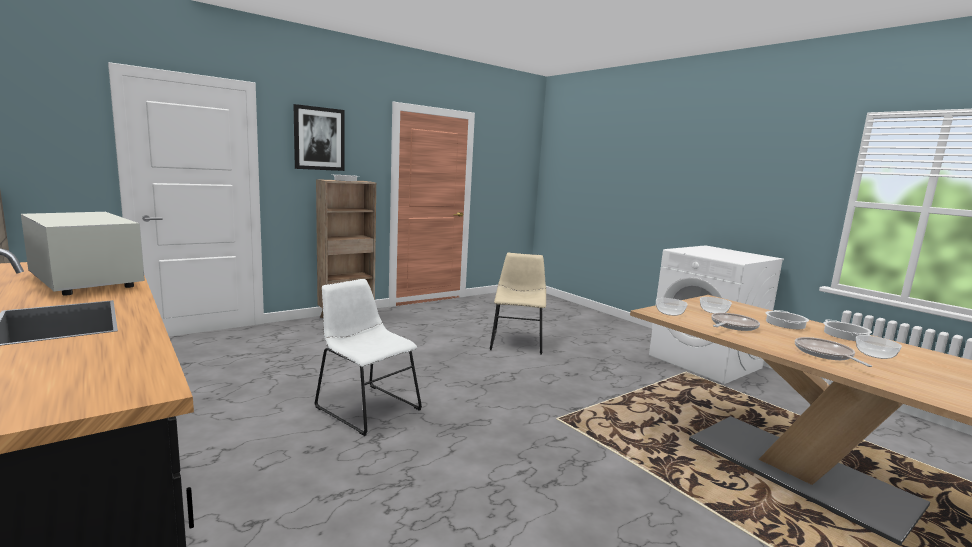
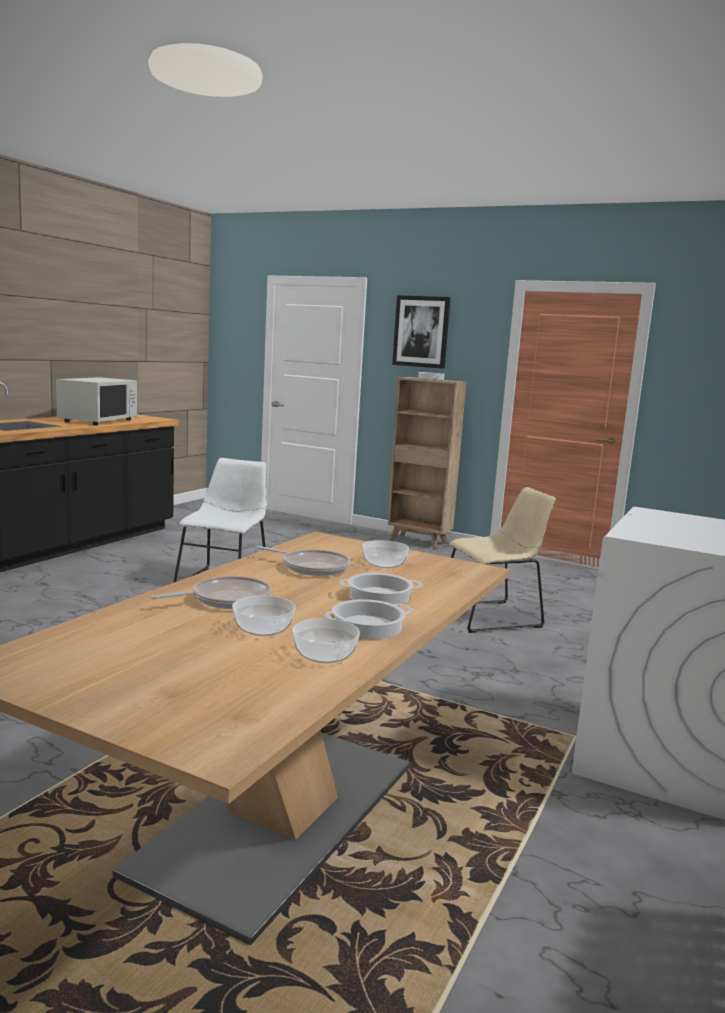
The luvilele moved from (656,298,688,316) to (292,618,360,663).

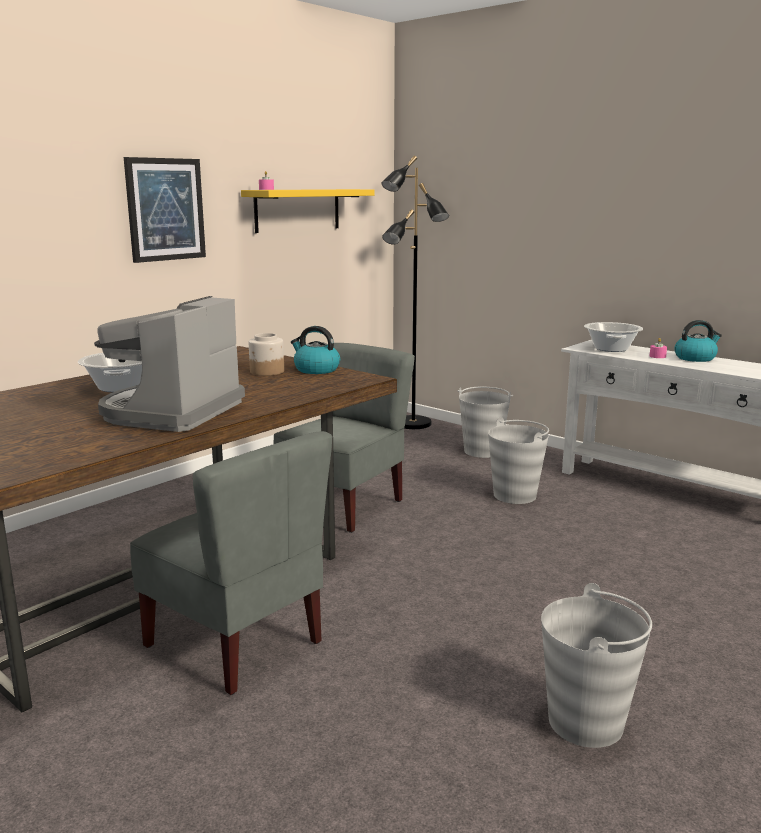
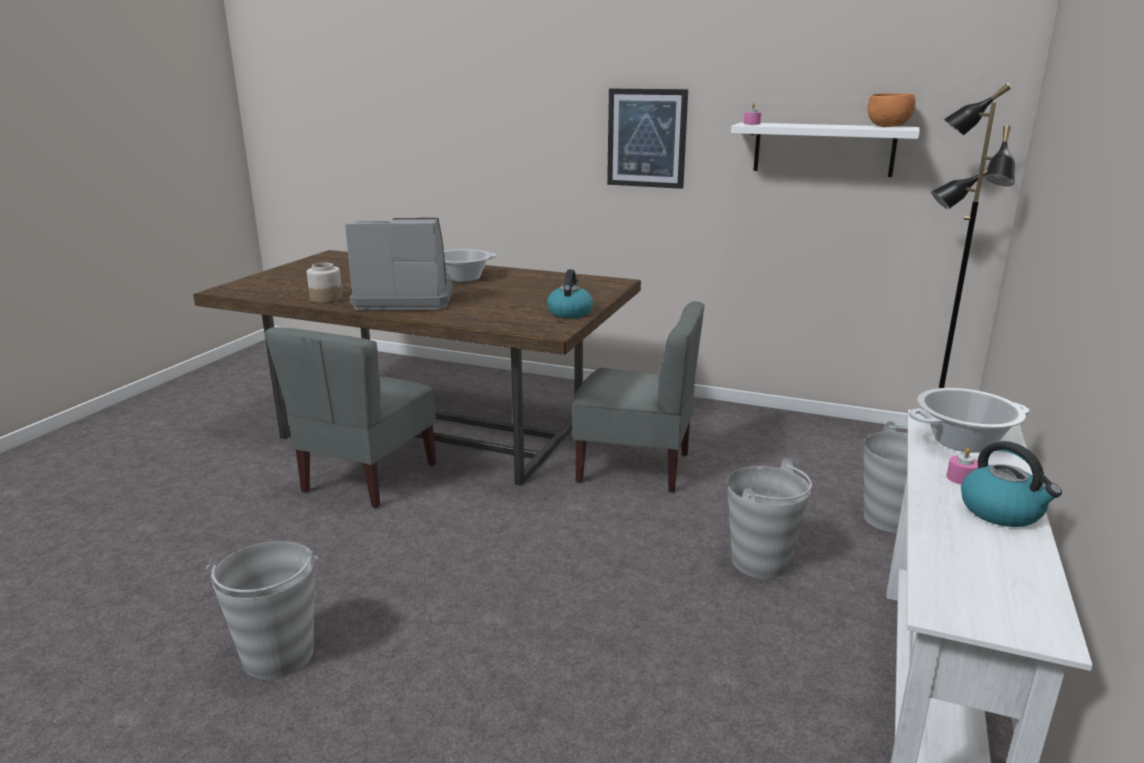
The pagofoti moved from (249,333,284,376) to (307,263,343,303).
The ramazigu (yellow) at (241,189,374,233) became the ramazigu (white) at (731,122,920,177).
The luvilele (orange) at (868,93,916,127) appeared.

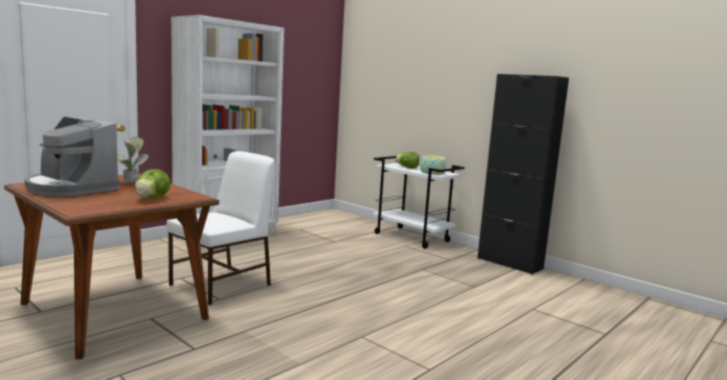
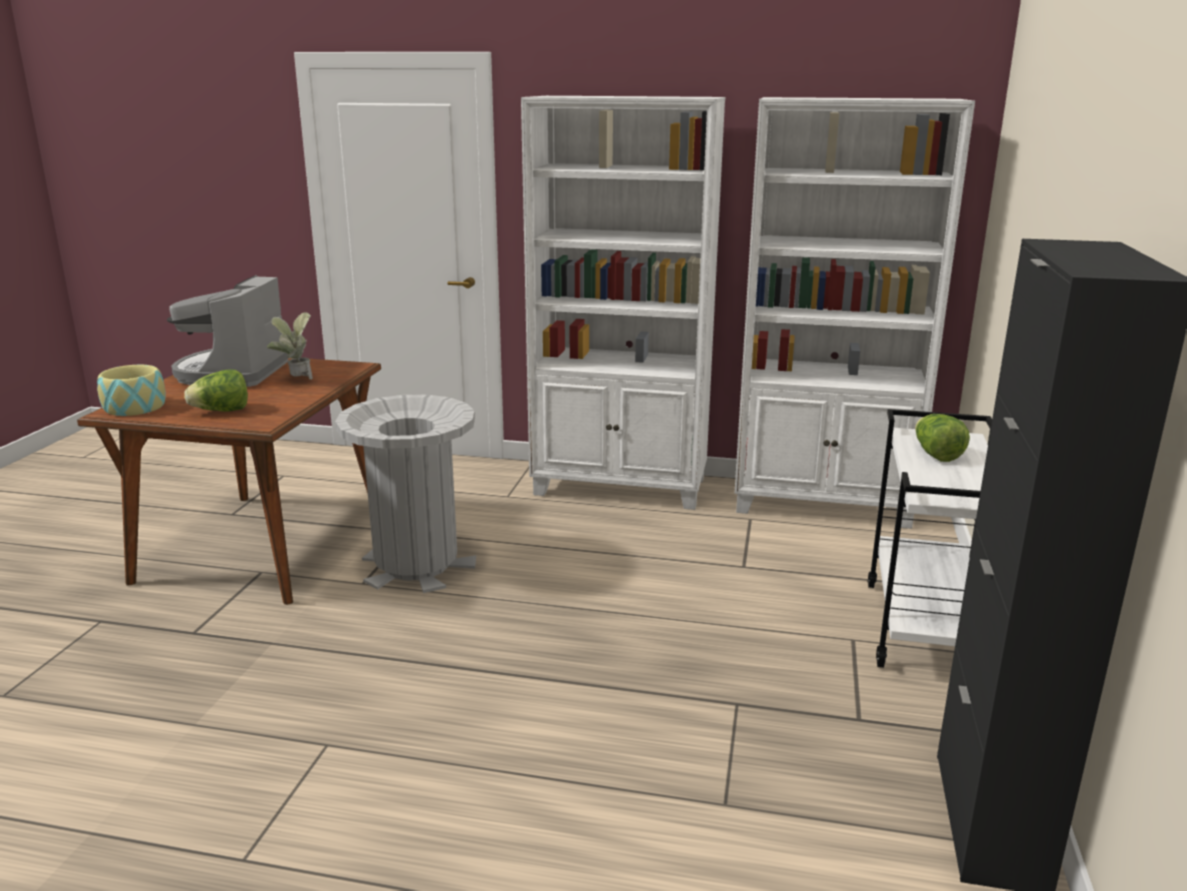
The luvilele moved from (420,156,446,175) to (97,365,166,416).
The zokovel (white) at (167,151,274,305) was replaced by the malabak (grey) at (335,395,476,593).
The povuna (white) at (734,97,975,529) appeared.

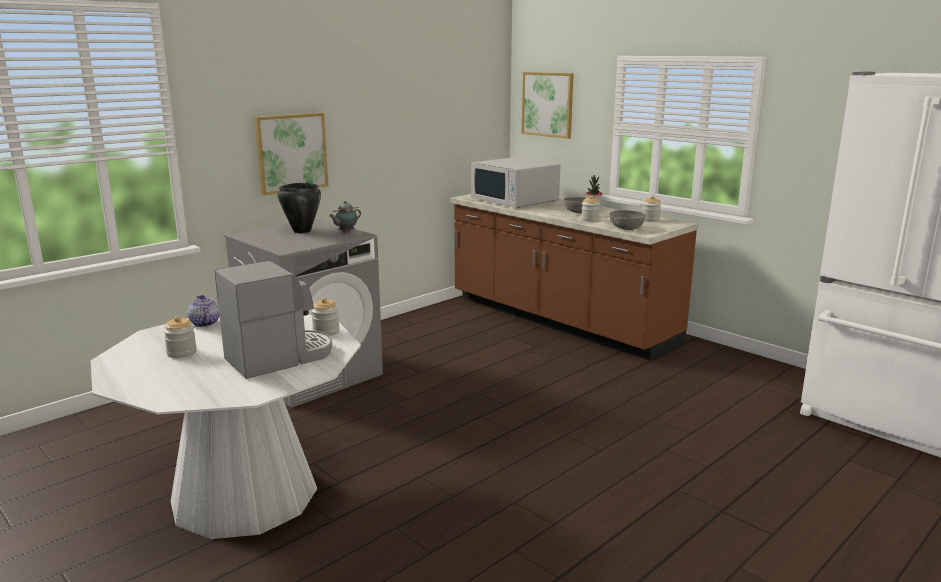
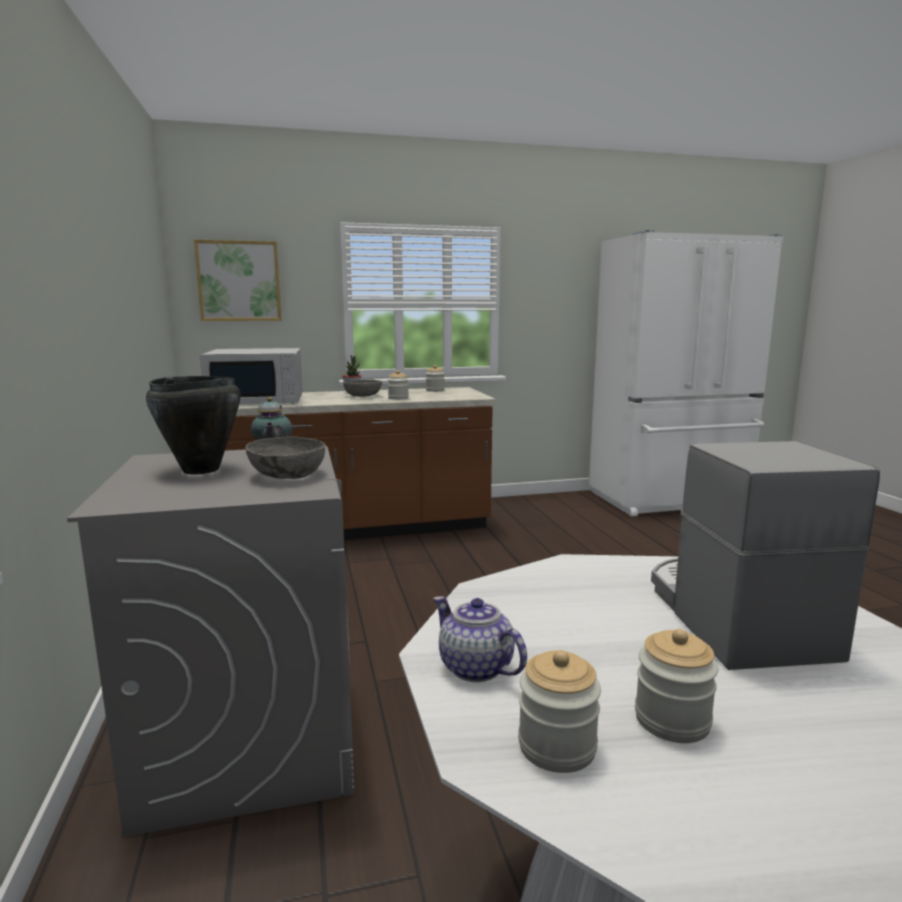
The luvilele (grey) moved from (609,210,646,230) to (246,437,325,479).
The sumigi at (187,295,220,327) turned 45 degrees clockwise.
The pagofoti moved from (311,298,340,336) to (518,650,601,773).
The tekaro at (254,113,328,195) disappeared.

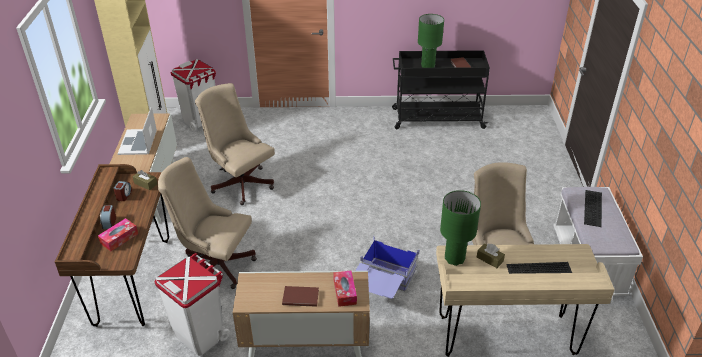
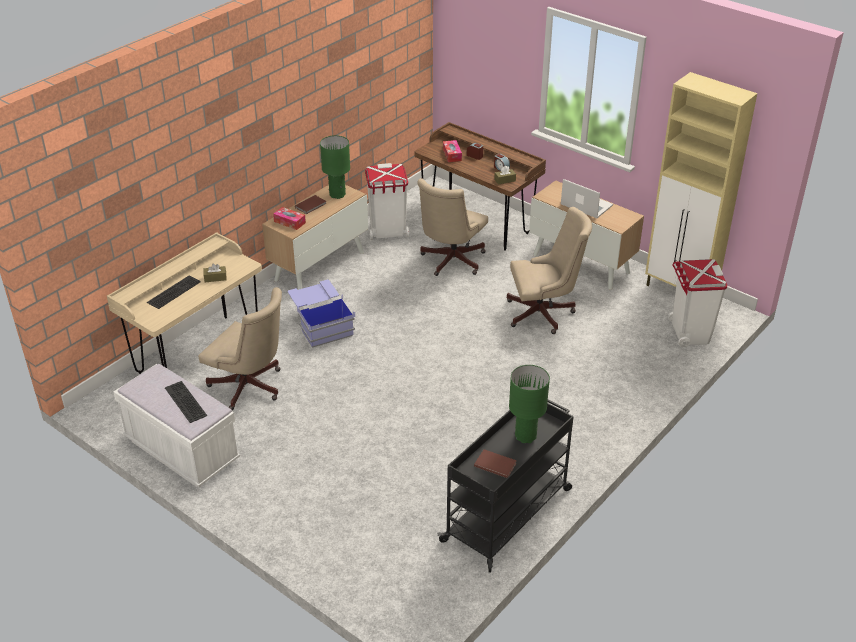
The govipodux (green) moved from (440,190,481,266) to (320,135,350,199).
The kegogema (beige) at (158,157,257,289) turned 150 degrees clockwise.

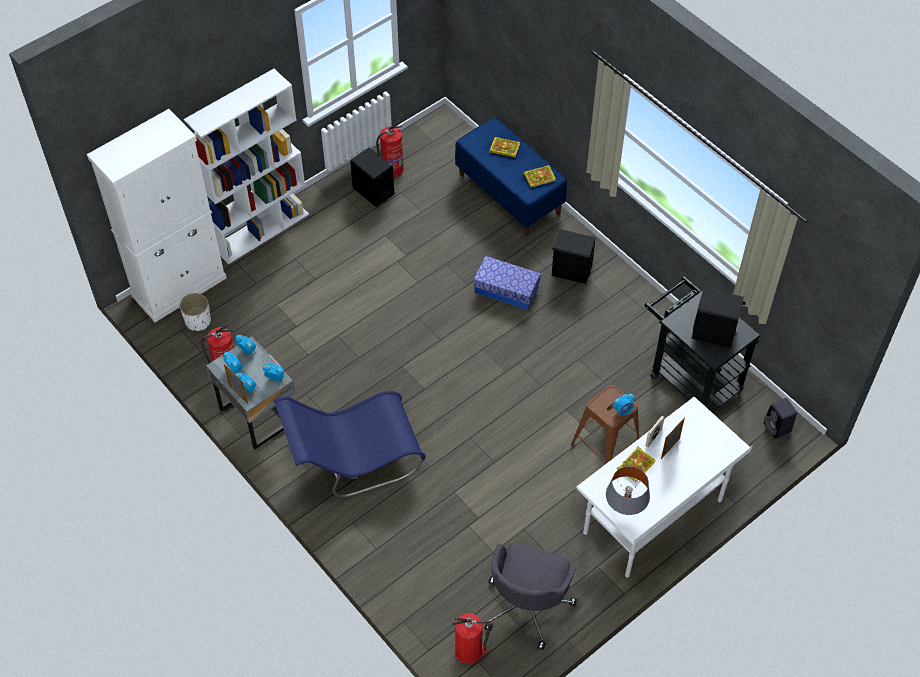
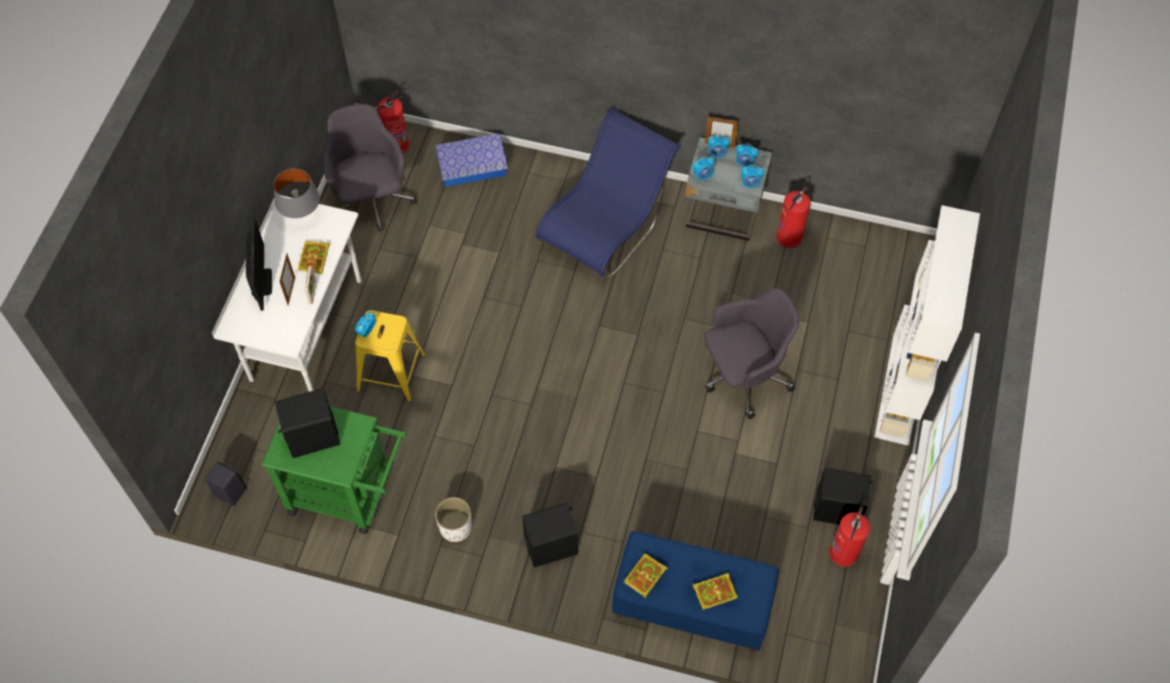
The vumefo at (246,218,272,311) appeared.
The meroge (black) at (645,276,761,413) became the meroge (green) at (261,396,407,534).
The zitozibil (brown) at (571,385,640,464) became the zitozibil (yellow) at (355,310,425,402).
The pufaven moved from (473,256,541,310) to (435,134,507,187).
The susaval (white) moved from (180,293,211,331) to (435,497,472,542).
The kegogema (grey) at (704,287,799,419) appeared.
The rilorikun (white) at (87,109,227,322) disappeared.

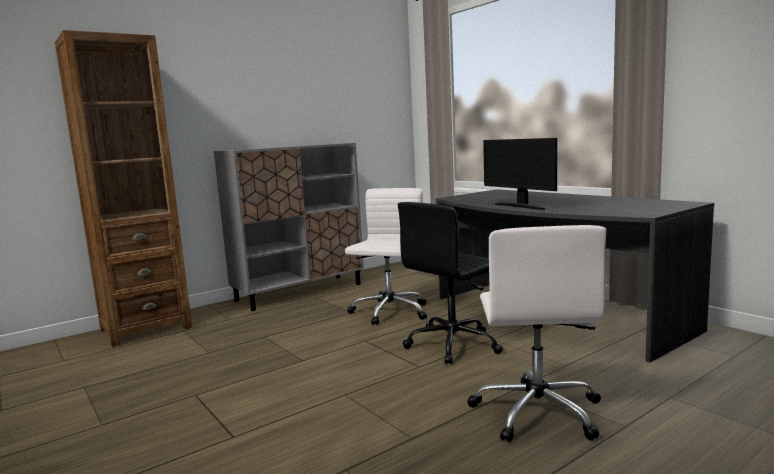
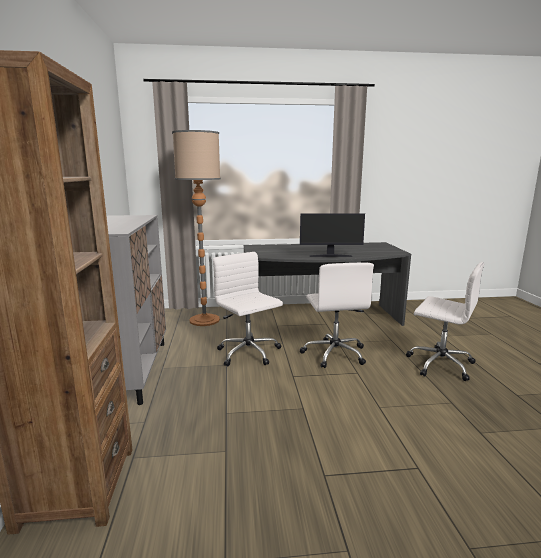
The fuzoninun at (172,130,221,326) appeared.
The kegogema (black) at (398,202,503,365) became the kegogema (white) at (300,262,374,368).

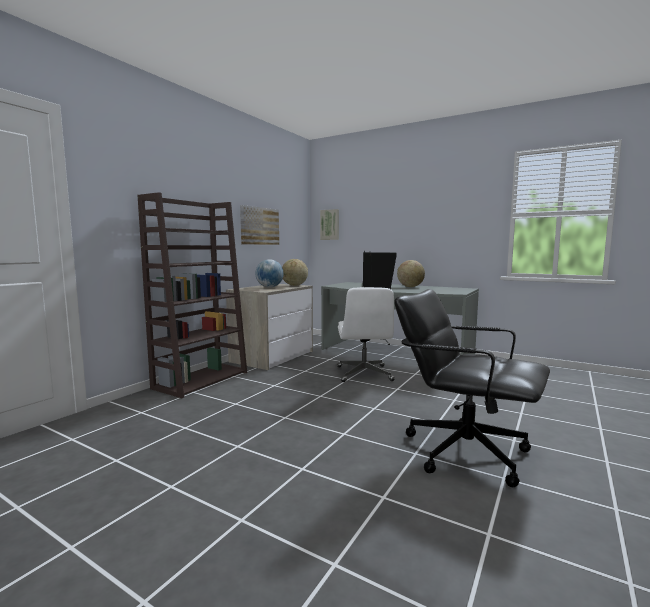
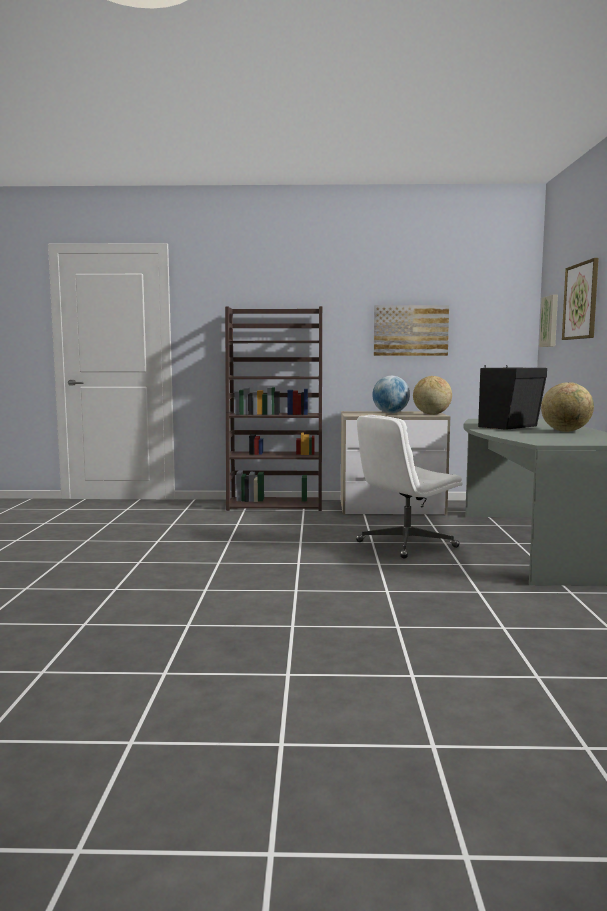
The tekaro at (562,258,599,340) appeared.
The kegogema (black) at (394,289,550,487) disappeared.

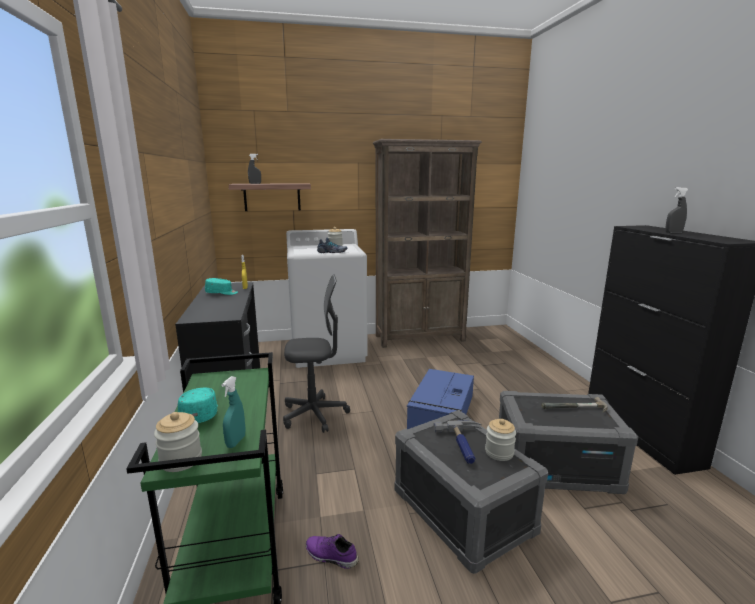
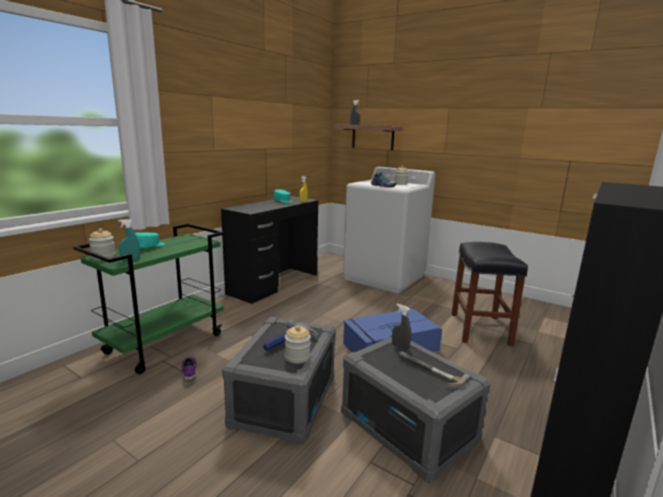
The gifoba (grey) moved from (665,187,688,233) to (392,304,411,351).
The zitozibil (black) at (451,242,528,346) appeared.
The kegogema (grey) at (283,274,350,433) disappeared.
The povuna (brown) at (373,139,482,348) disappeared.

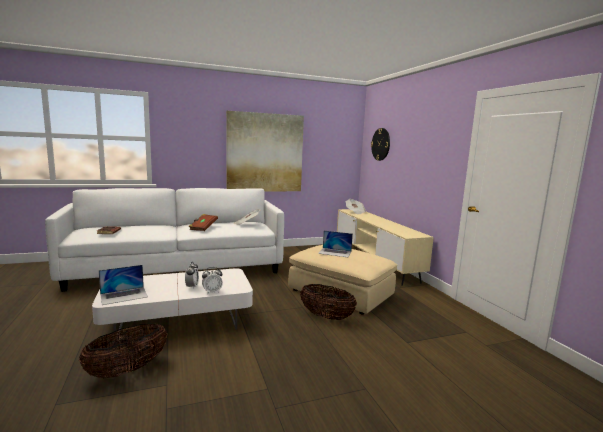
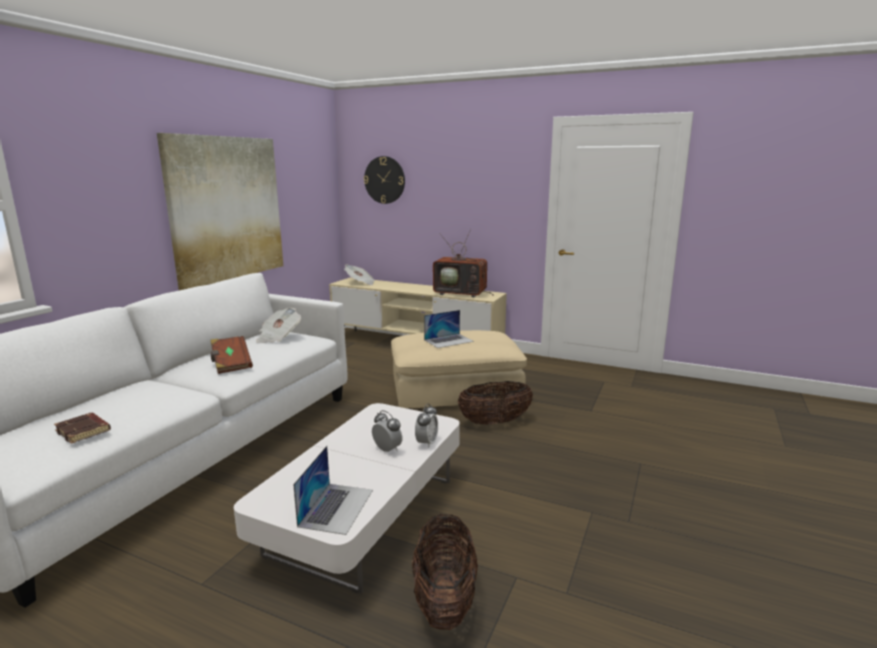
The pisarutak at (433,229,494,297) appeared.

